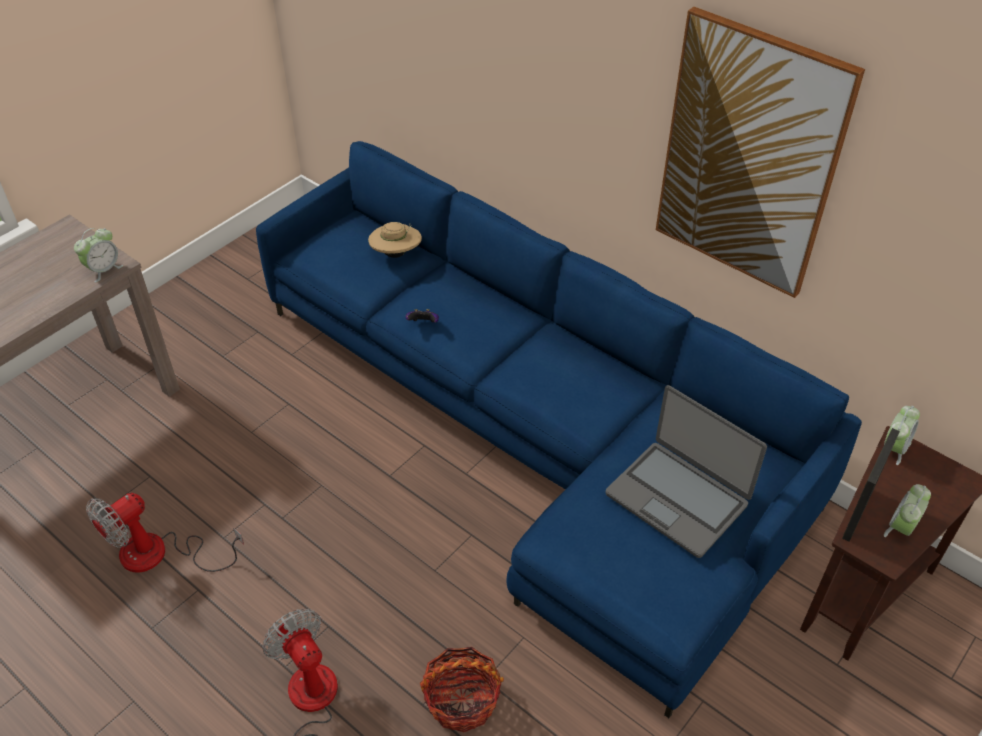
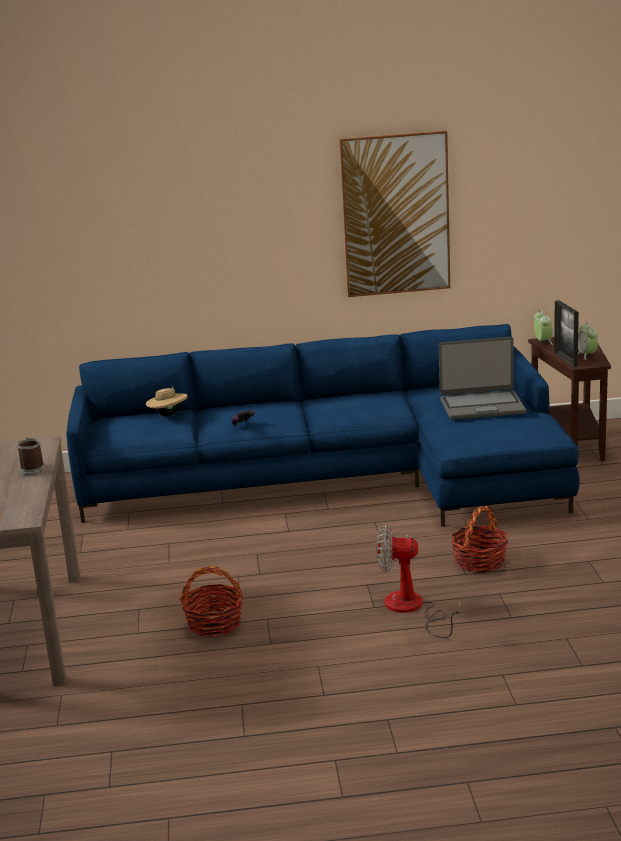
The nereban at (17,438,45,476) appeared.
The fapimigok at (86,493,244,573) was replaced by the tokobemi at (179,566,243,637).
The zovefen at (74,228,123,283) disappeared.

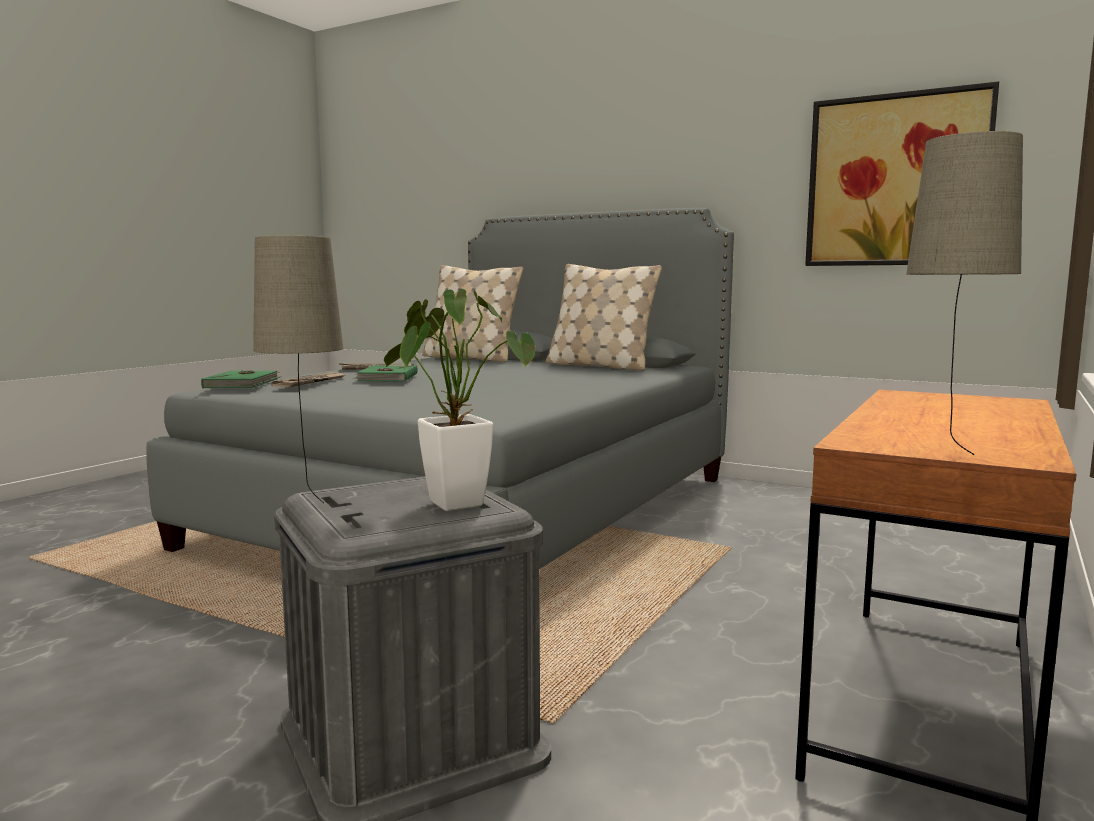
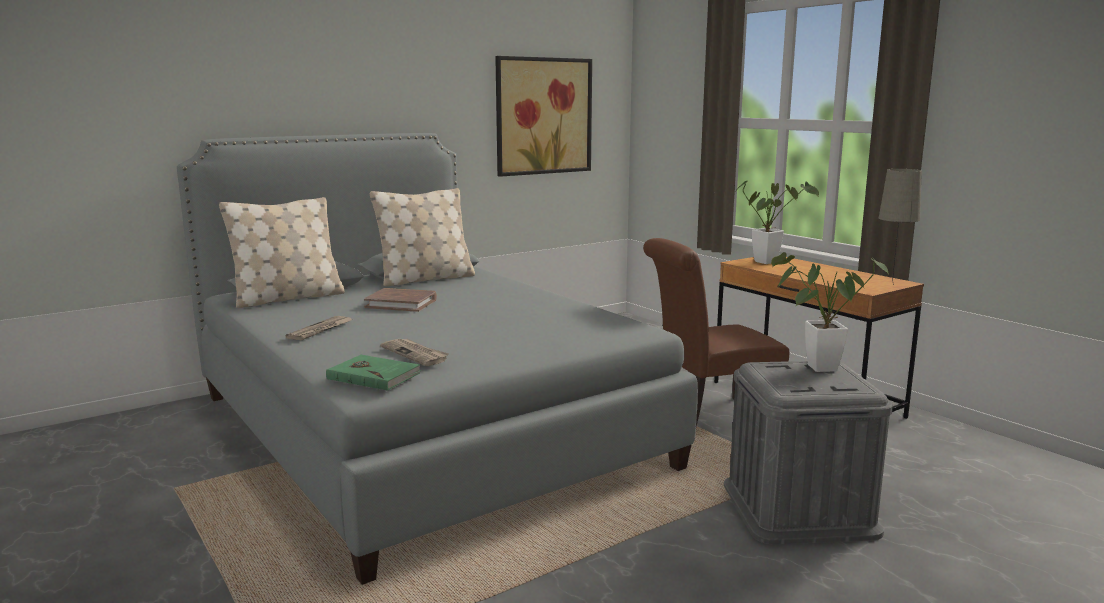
The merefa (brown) at (364,288,437,312) appeared.
The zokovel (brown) at (643,238,789,426) appeared.
The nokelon at (735,181,819,264) appeared.
The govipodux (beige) at (253,236,343,503) disappeared.
The merefa (green) at (353,365,418,381) disappeared.

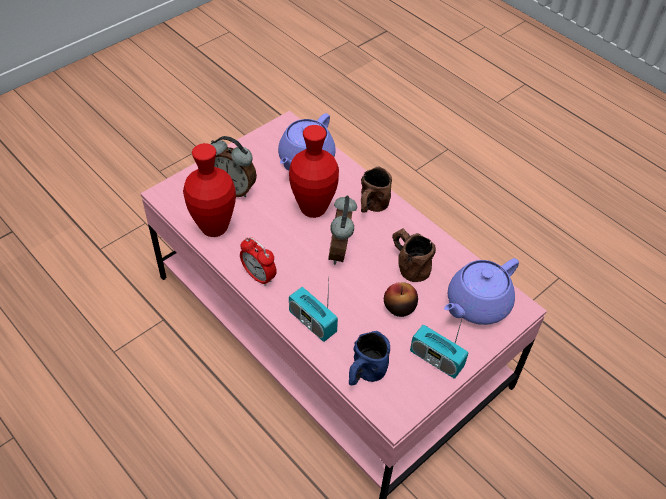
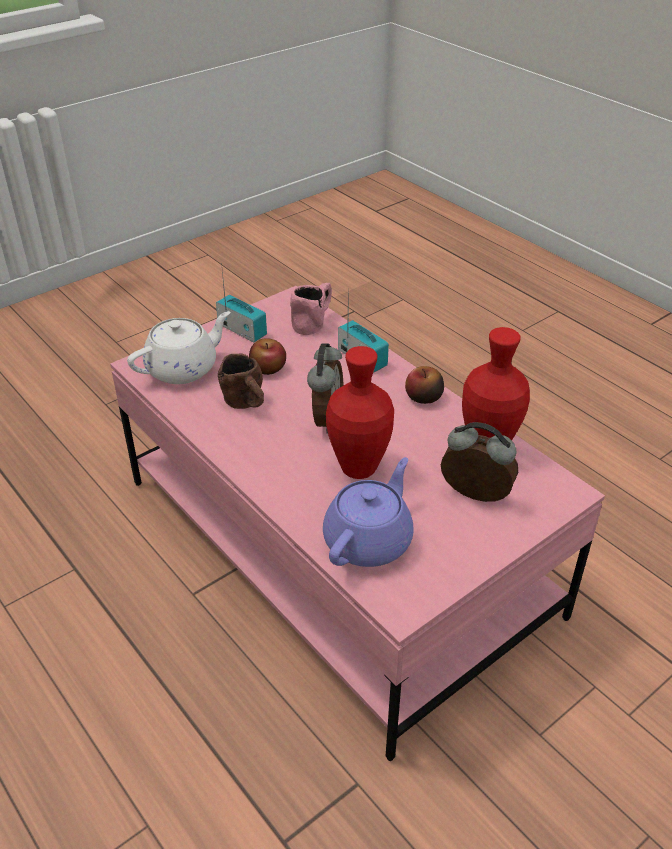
The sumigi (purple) at (444,258,519,325) became the sumigi (white) at (127,311,231,384).
The nereban (blue) at (349,331,390,385) became the nereban (pink) at (290,283,332,335).
The zovefen at (240,237,277,286) was replaced by the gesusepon at (405,366,444,404).
The nereban (brown) at (361,167,392,213) disappeared.

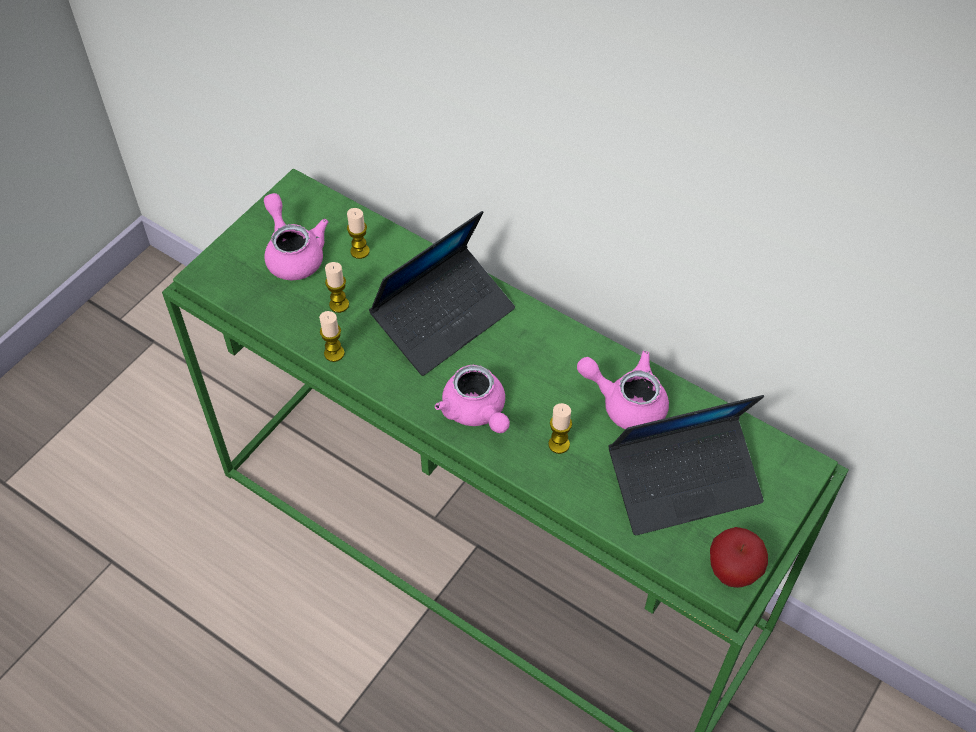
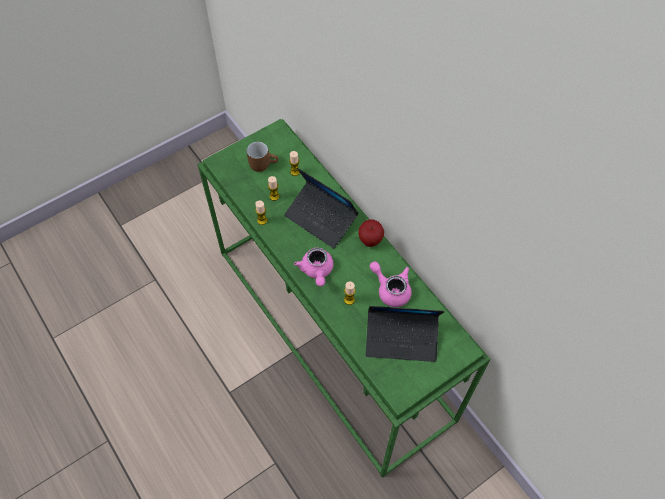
The sumigi (pink) at (264,193,328,280) was replaced by the nereban (brown) at (247,142,278,172).
The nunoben at (369,211,515,376) turned 60 degrees clockwise.
The gesusepon moved from (710,527,768,588) to (358,219,384,247).

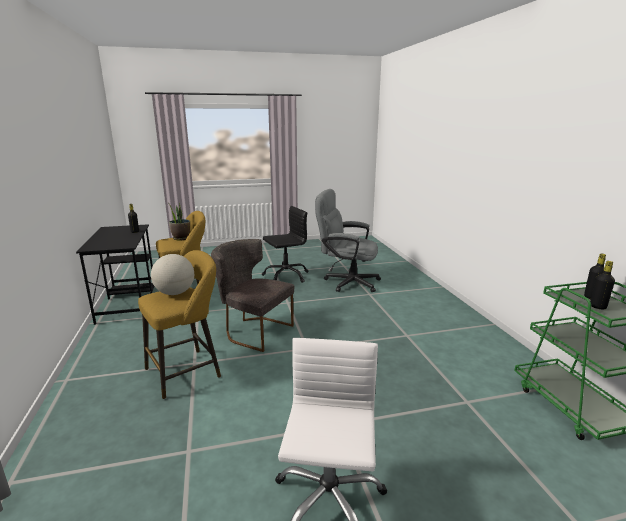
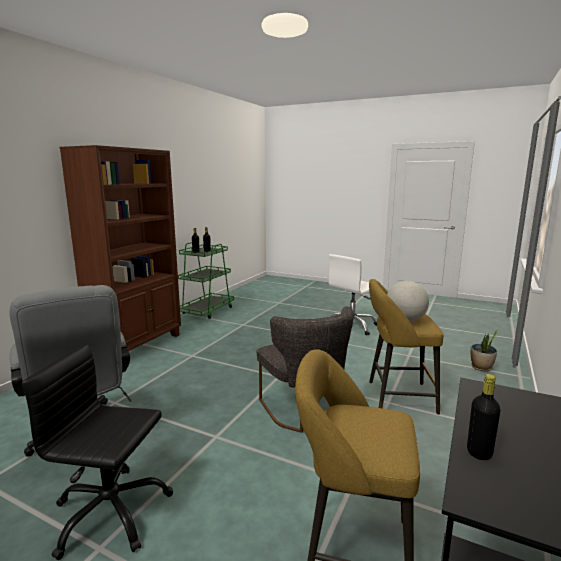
The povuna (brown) at (60,145,181,351) appeared.
The nokelon moved from (169,203,190,240) to (471,329,499,371).

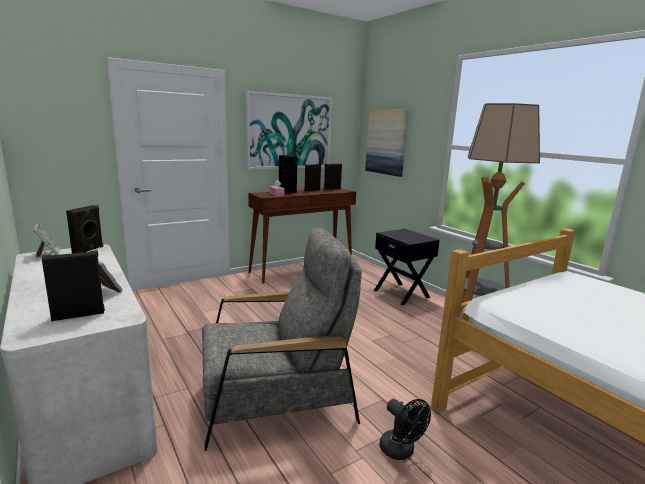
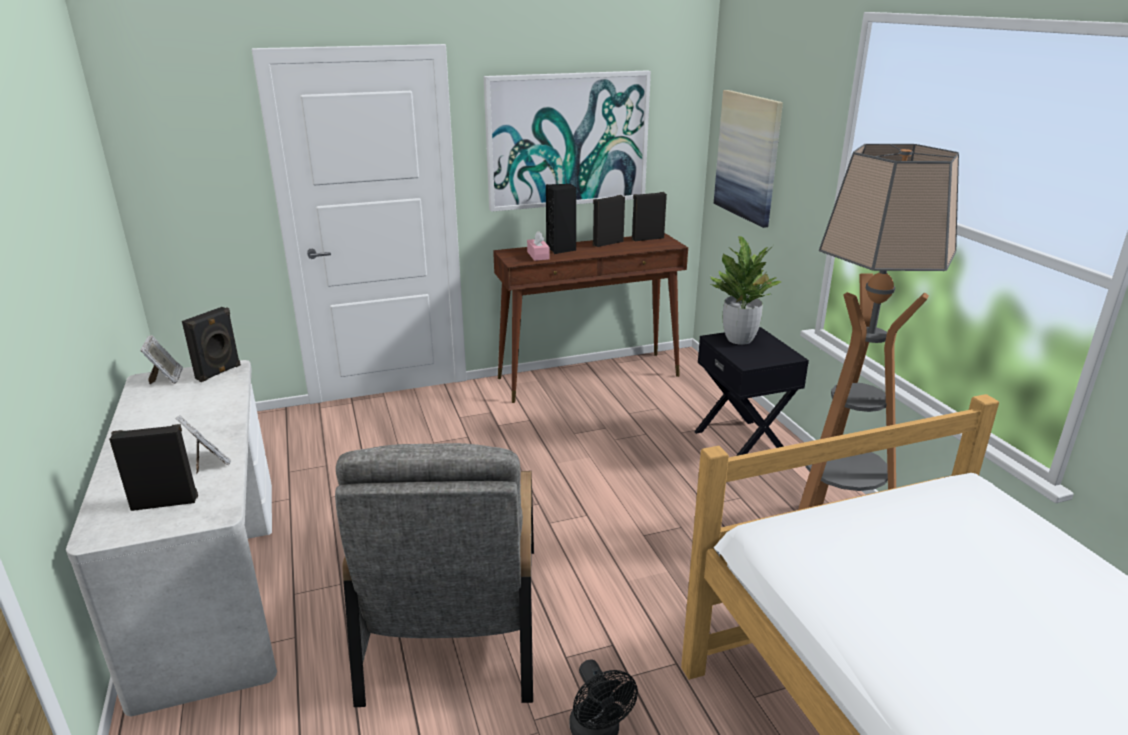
The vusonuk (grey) at (202,228,362,451) turned 90 degrees clockwise.
The nokelon at (710,236,781,345) appeared.

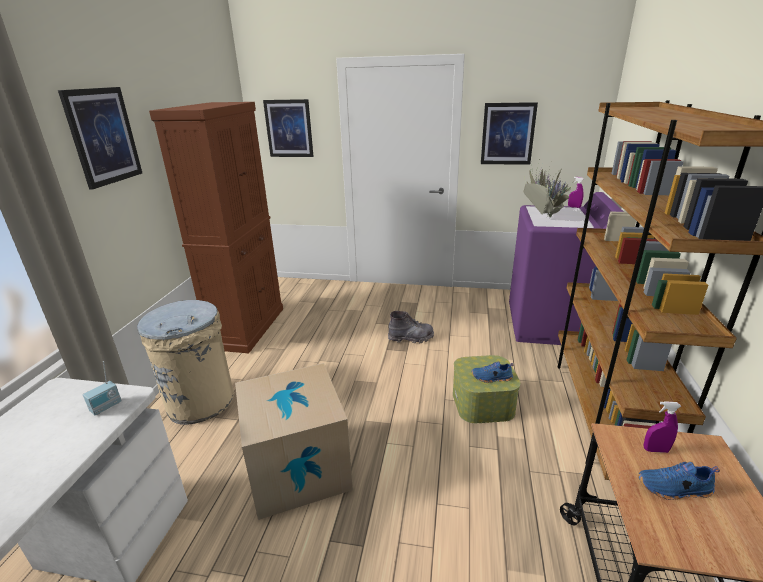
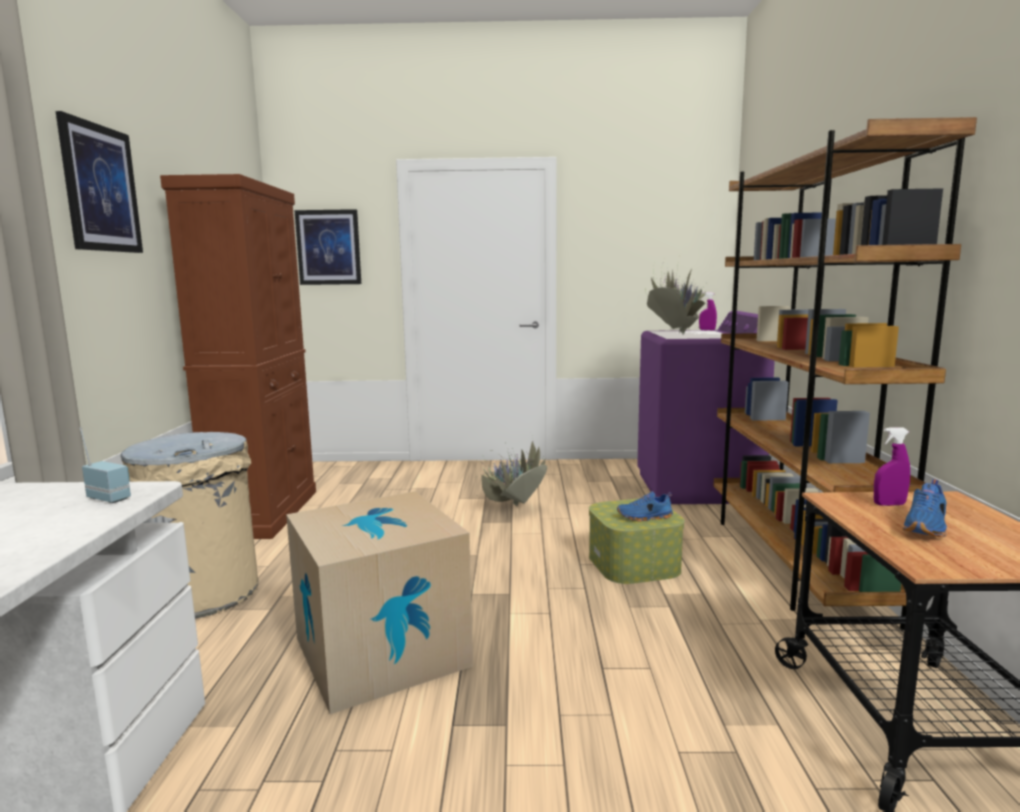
The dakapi at (83,361,122,416) turned 90 degrees counterclockwise.
The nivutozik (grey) at (388,311,434,343) was replaced by the nokelon at (476,440,547,506).
The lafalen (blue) at (638,462,720,500) turned 45 degrees counterclockwise.
The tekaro at (481,102,538,165) disappeared.

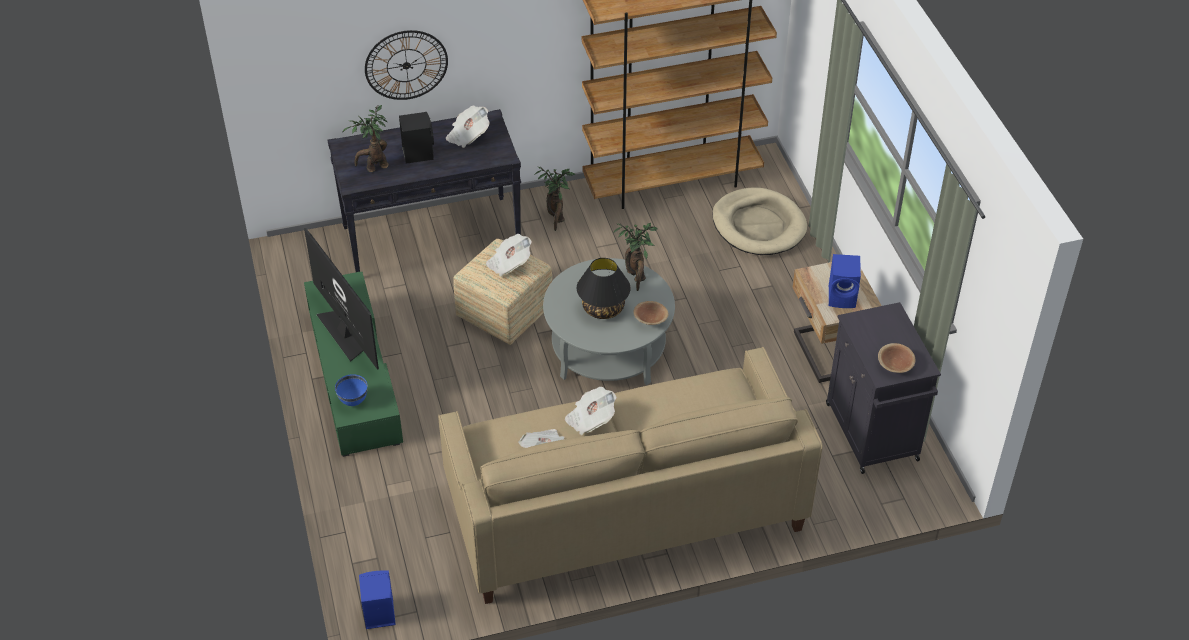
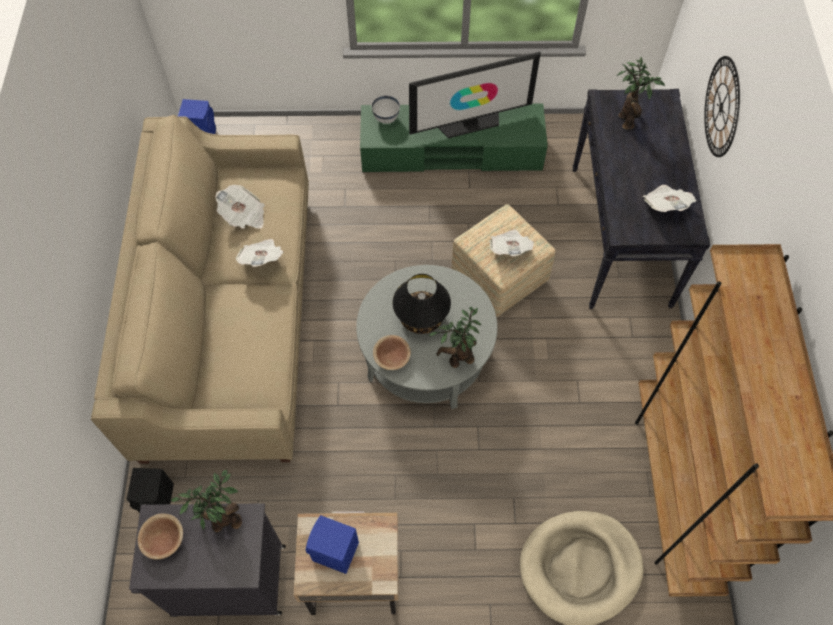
The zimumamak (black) moved from (399,112,434,164) to (126,468,174,513).
The nokelon moved from (534,167,575,231) to (171,470,242,532).
The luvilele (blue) at (335,374,368,406) became the luvilele (white) at (371,95,400,124).

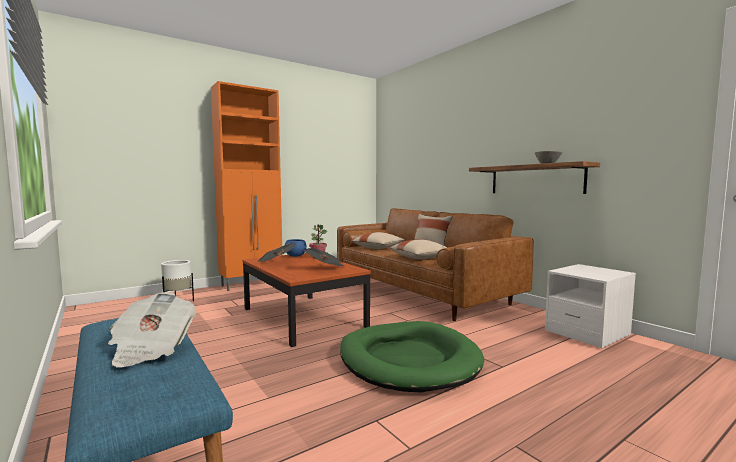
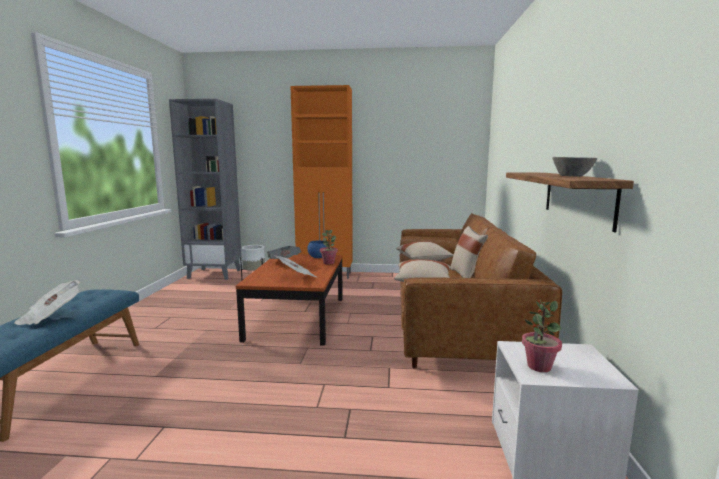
The povuna (grey) at (169,99,242,280) appeared.
The nokelon at (522,300,562,372) appeared.
The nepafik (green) at (340,321,484,393) disappeared.

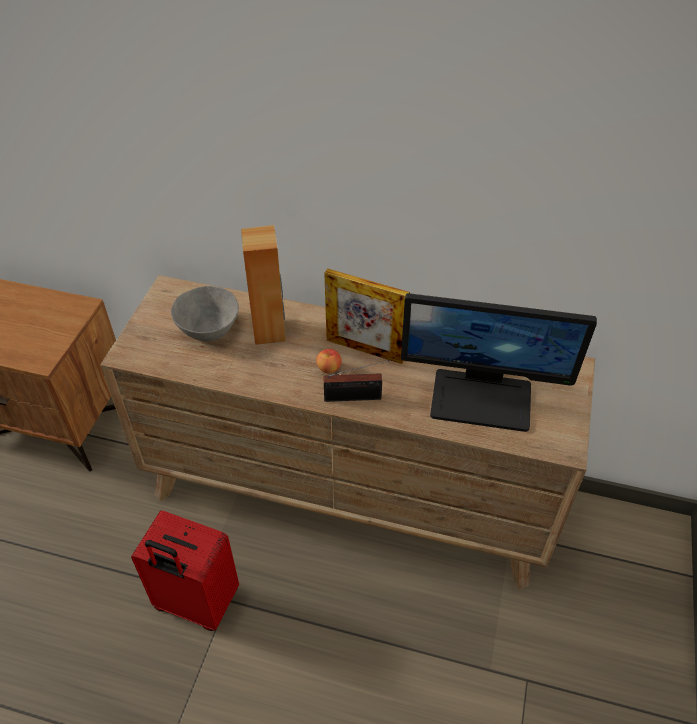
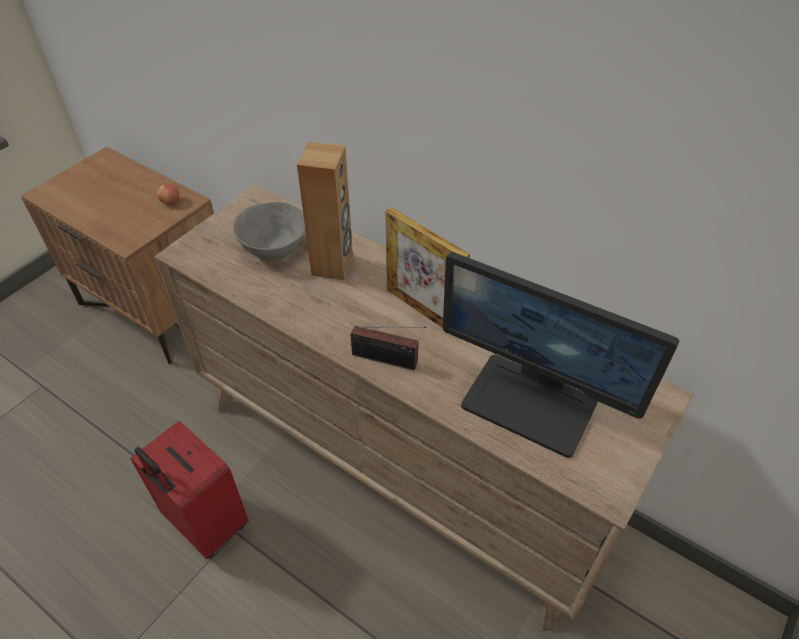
The gesusepon moved from (316,349,342,373) to (157,183,179,204).

